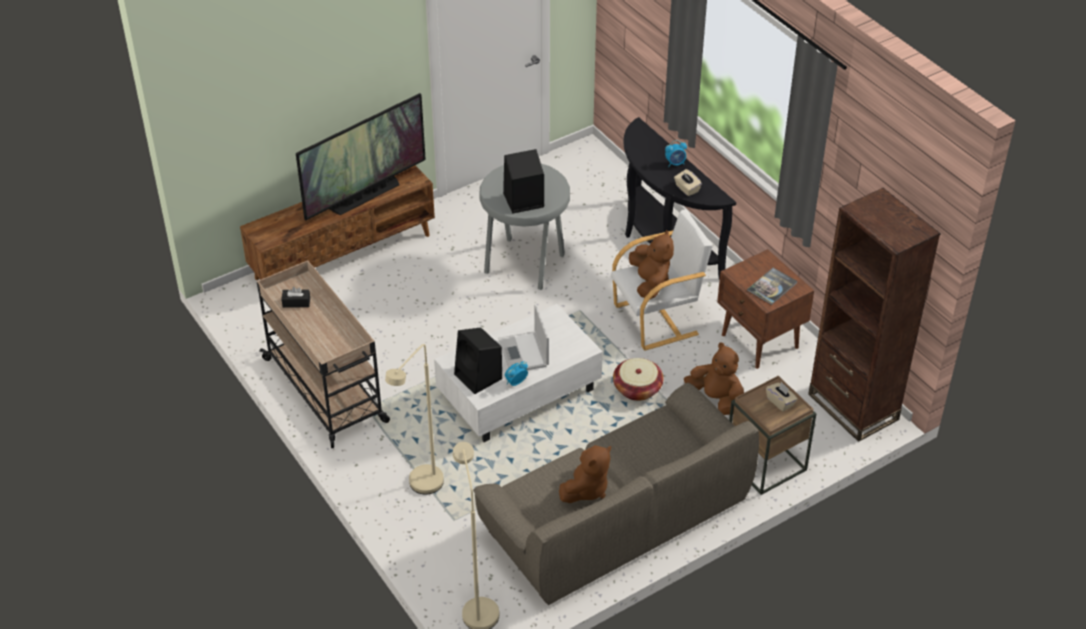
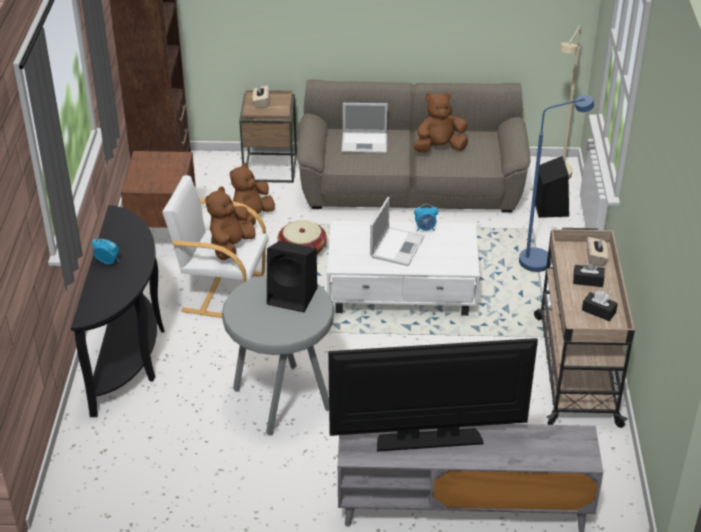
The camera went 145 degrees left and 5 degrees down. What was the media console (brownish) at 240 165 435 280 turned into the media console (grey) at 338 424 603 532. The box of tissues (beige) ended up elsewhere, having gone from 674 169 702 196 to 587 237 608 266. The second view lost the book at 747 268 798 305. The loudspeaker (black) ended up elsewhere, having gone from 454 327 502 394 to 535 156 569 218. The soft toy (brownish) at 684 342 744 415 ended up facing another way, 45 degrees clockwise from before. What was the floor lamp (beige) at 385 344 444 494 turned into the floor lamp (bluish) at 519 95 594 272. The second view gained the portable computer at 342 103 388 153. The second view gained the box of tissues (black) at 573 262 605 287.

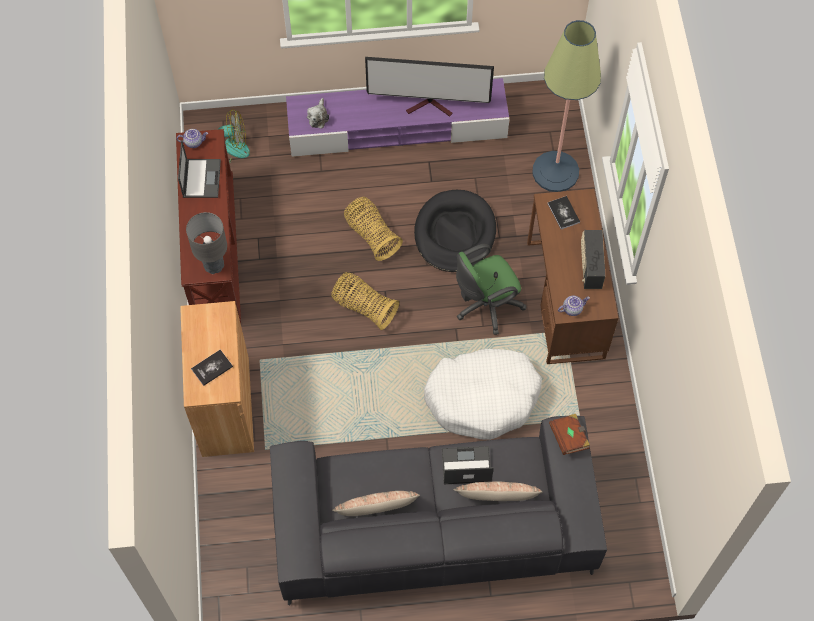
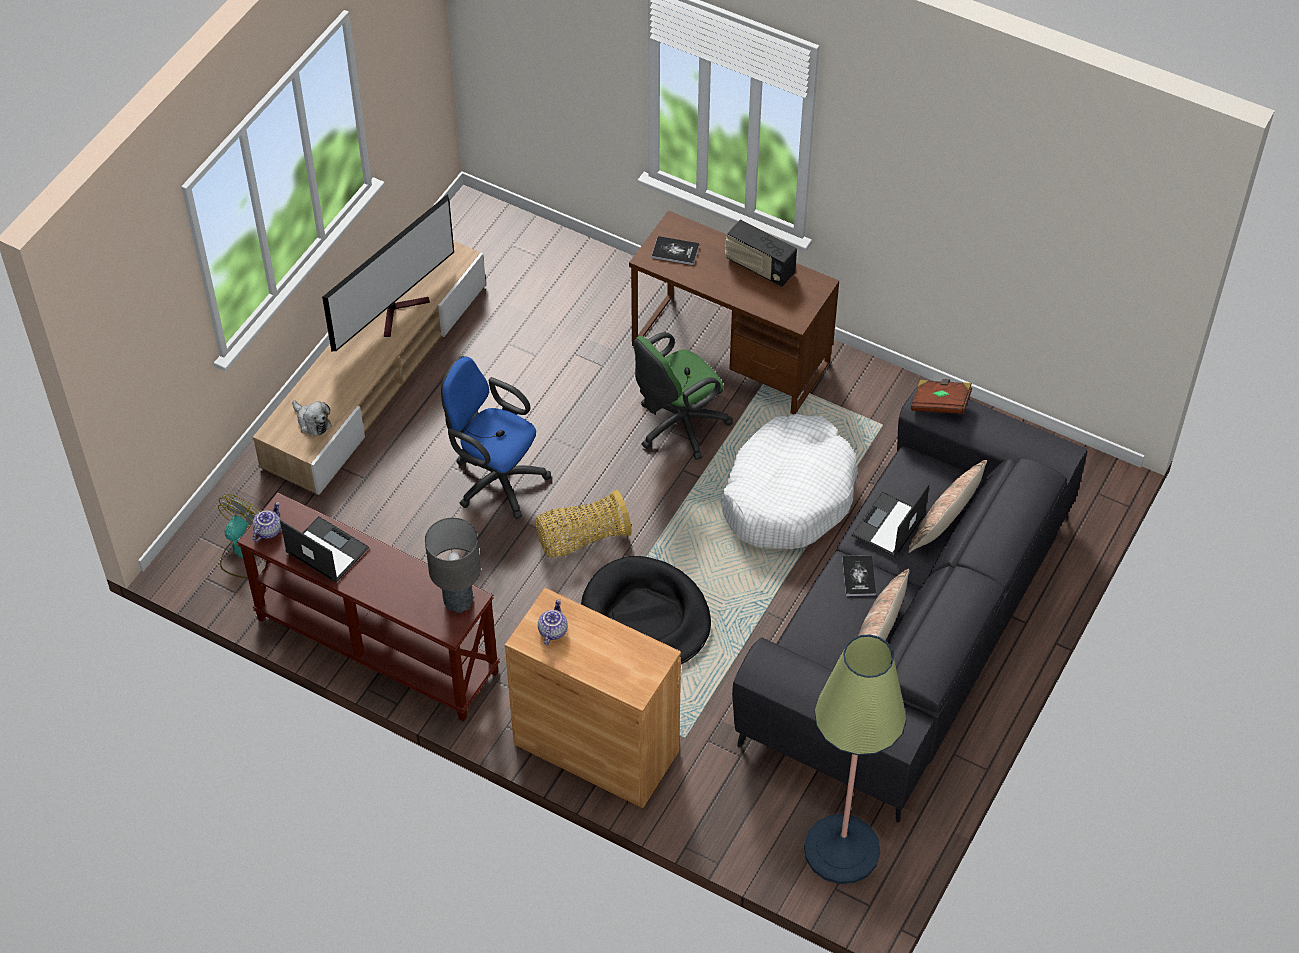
The camera went 55 degrees left and 10 degrees down. The floor lamp ended up elsewhere, having gone from 532 20 601 192 to 804 634 906 884. What was the media console (purple-coloured) at 286 78 509 157 turned into the media console (beige) at 253 241 486 495. The pet bed (black) ended up elsewhere, having gone from 414 190 496 272 to 581 556 711 664. Where the household basket stood at 344 197 403 261, the computer chair (bluish) came to stand at 441 356 551 519. The computer chair (green) at 456 244 527 335 ended up facing another way, 45 degrees clockwise from before. The teapot ended up elsewhere, having gone from 558 296 590 316 to 538 599 568 645. The book ended up elsewhere, having gone from 191 350 233 386 to 842 555 876 596.

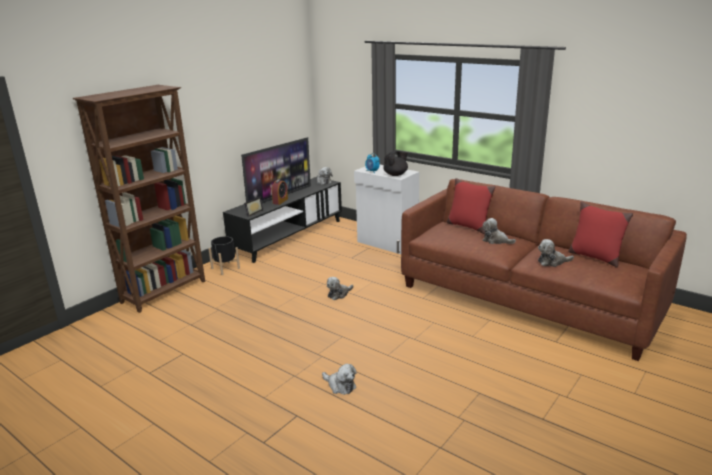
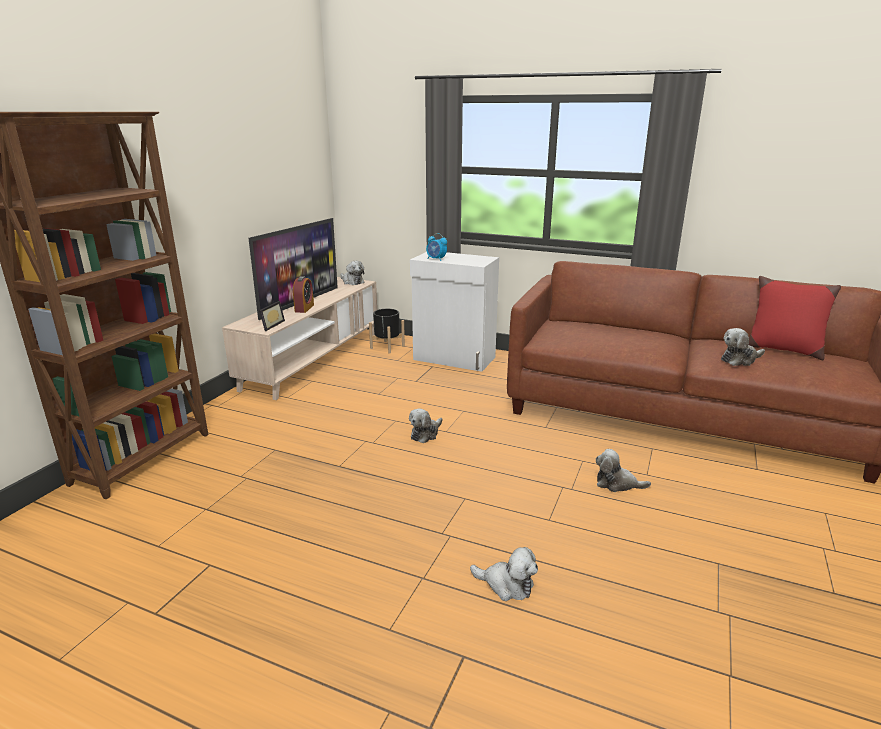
The camera went 15 degrees left and 0 degrees up. The second view lost the teapot (black) at 383 151 408 176. What was the media console (black) at 223 177 342 263 turned into the media console (beige) at 222 277 377 400. The second view lost the cushion (reddish) at 447 178 495 234. The soft toy ended up elsewhere, having gone from 483 218 516 244 to 596 449 651 492. The plant pot (black) ended up elsewhere, having gone from 208 236 240 275 to 369 309 405 354.

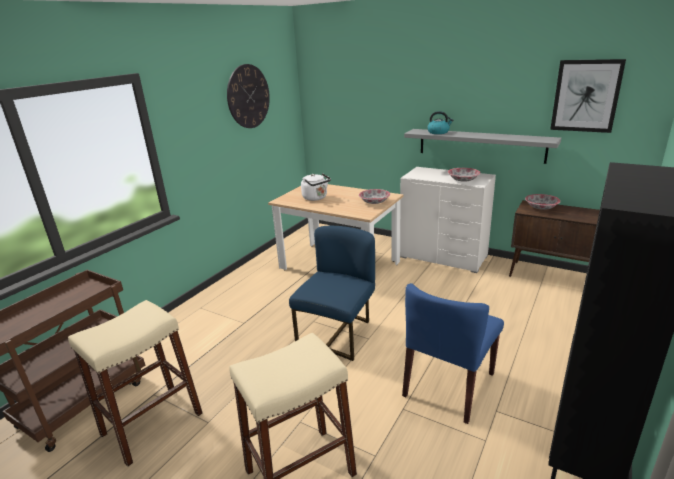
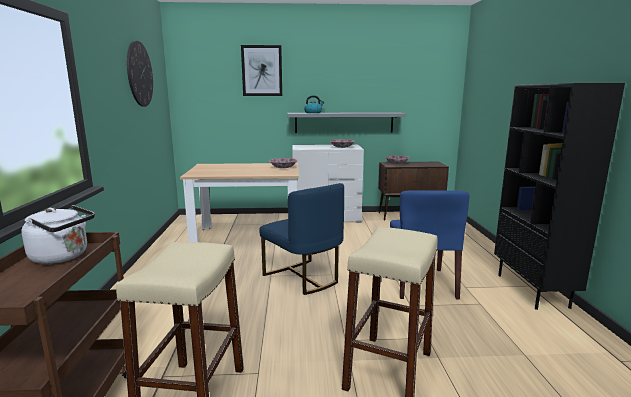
The camera went 35 degrees left and 10 degrees down. The picture ended up elsewhere, having gone from 550 59 626 133 to 241 45 282 96. The tea kettle (white-coloured) ended up elsewhere, having gone from 301 173 331 201 to 21 205 95 264. The upright chair (bluish) at 289 226 375 361 ended up facing another way, 150 degrees clockwise from before.

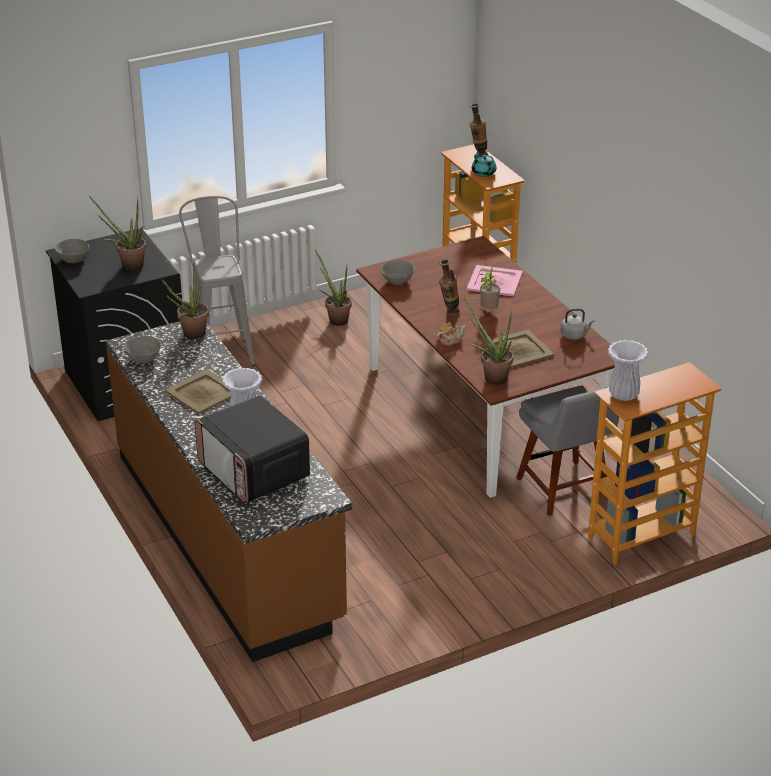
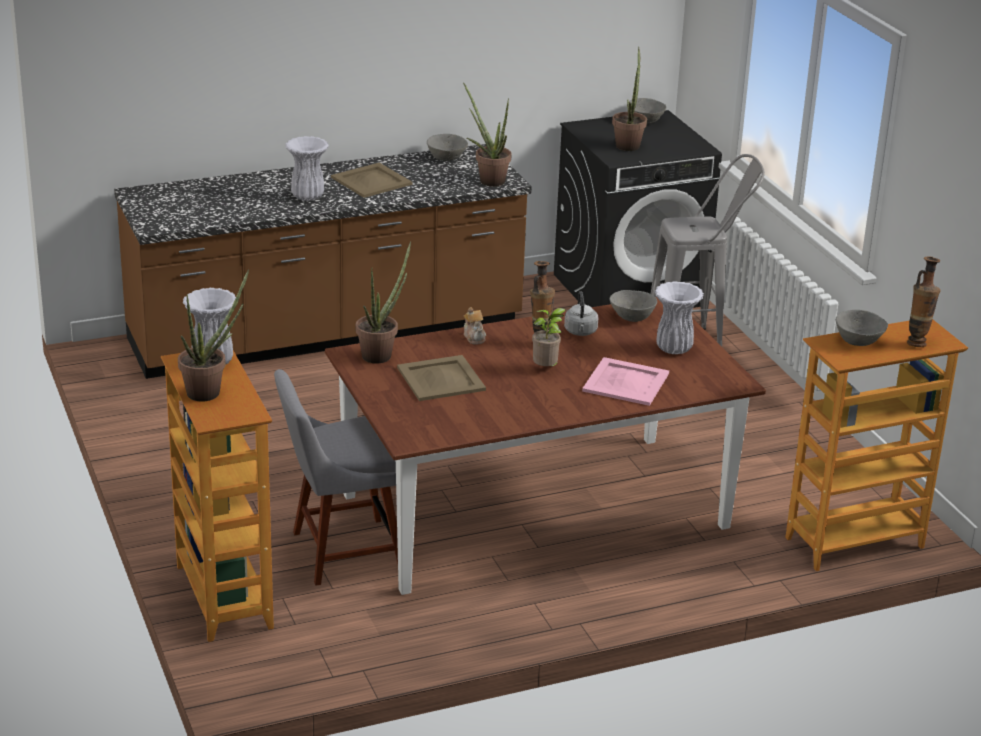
The camera went 95 degrees right and 5 degrees down. Where the teapot (turquoise) stood at 472 154 497 177, the deep dish (grey) came to stand at 836 310 888 346. The potted plant ended up elsewhere, having gone from 315 250 352 326 to 178 270 249 402. The tea kettle (grey) ended up elsewhere, having gone from 560 308 595 340 to 564 291 599 336. The second view lost the microwave oven at 195 395 310 503. The second view gained the flower vase (white-coloured) at 655 281 704 354.

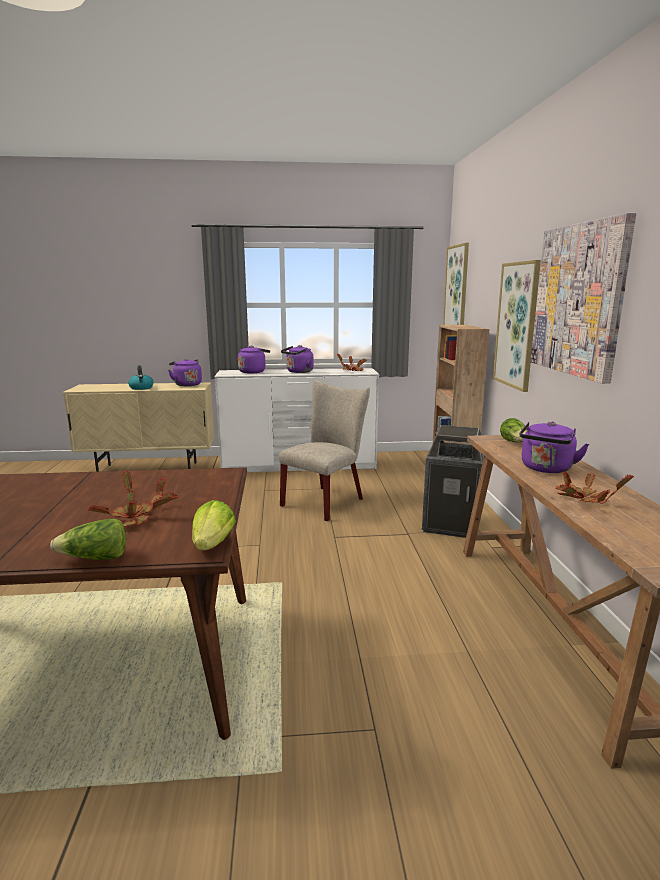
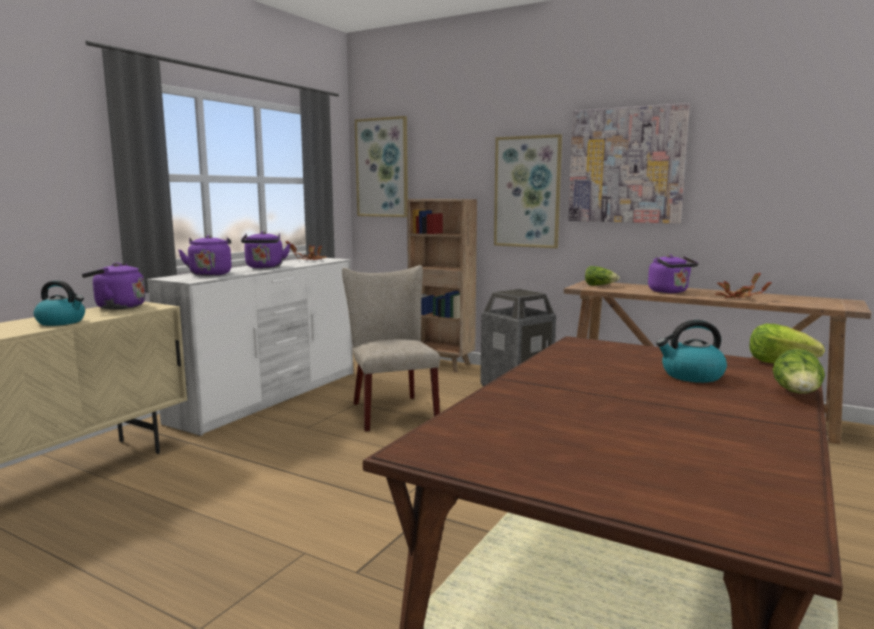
The camera went 55 degrees left and 5 degrees down. Where the potted plant stood at 88 470 178 527, the tea kettle came to stand at 656 320 727 383.

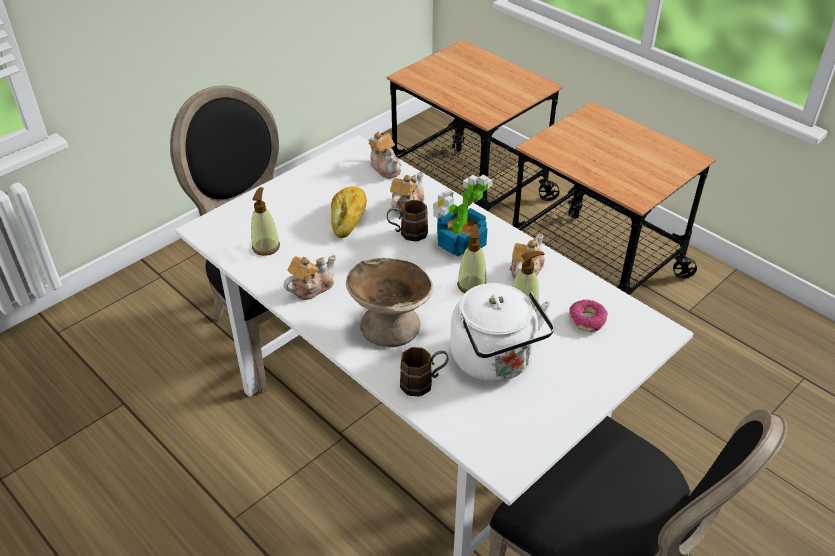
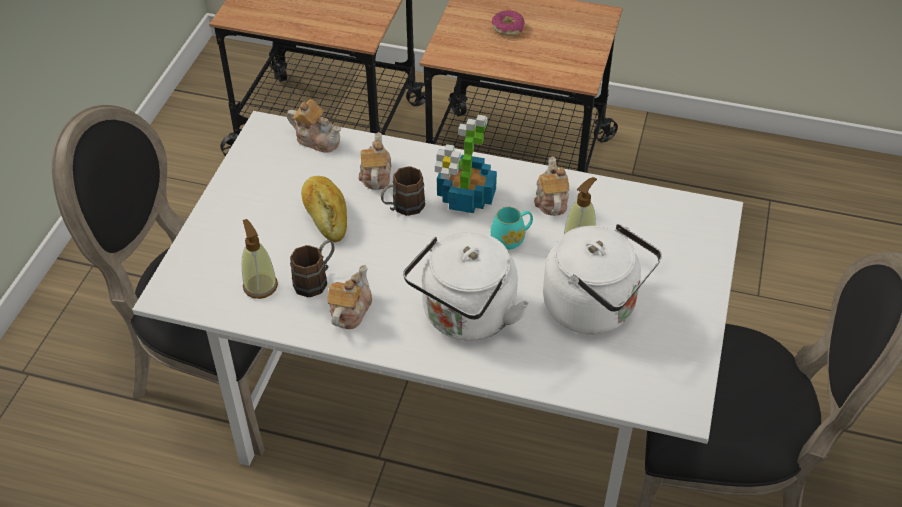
The camera went 30 degrees left and 5 degrees up. Where the liquid soap bottle stood at 457 224 486 293, the coffee mug (turquoise) came to stand at 491 207 533 250. Where the deep dish (beige) stood at 346 258 433 347, the tea kettle (white-coloured) came to stand at 403 231 529 341. The doughnut ended up elsewhere, having gone from 569 300 608 332 to 492 10 525 35. The coffee mug (brownish) ended up elsewhere, having gone from 400 347 448 397 to 290 240 334 298.

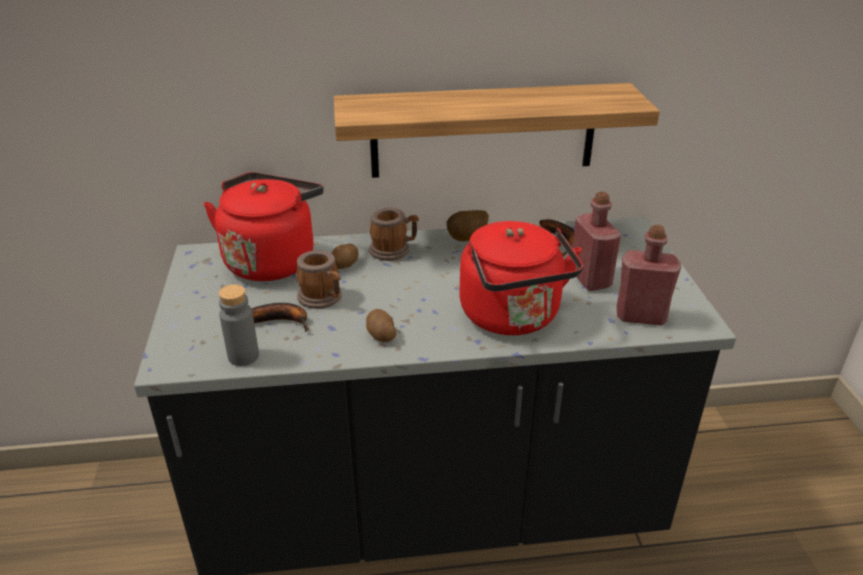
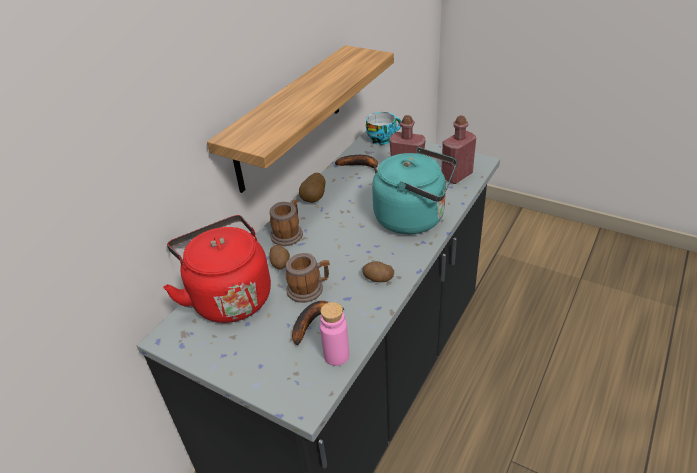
The camera went 50 degrees left and 5 degrees up. What was the tea kettle (reddish) at 459 221 583 335 turned into the tea kettle (turquoise) at 372 147 457 234. What was the bottle (grey) at 218 284 259 366 turned into the bottle (pink) at 320 302 349 366. The second view gained the small cup at 366 112 401 145.

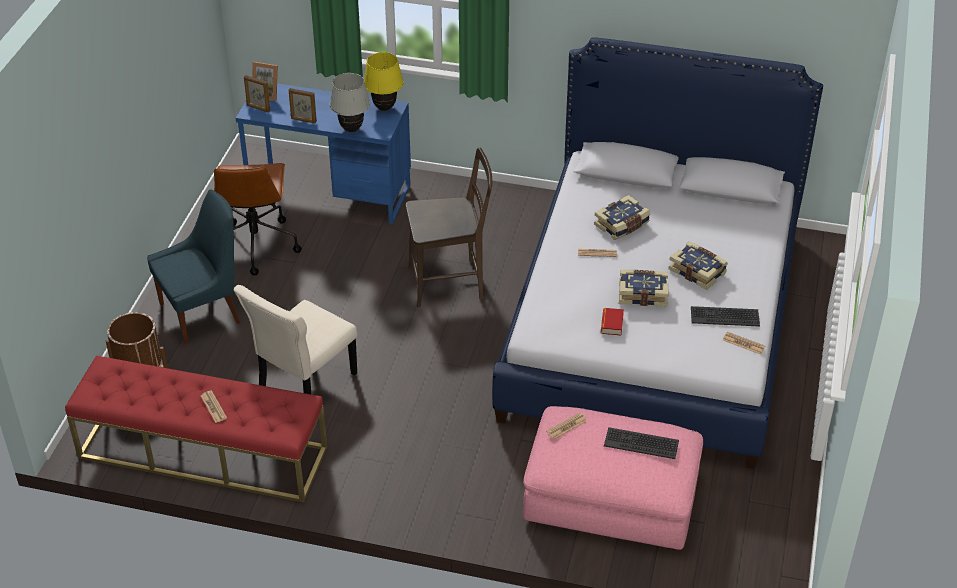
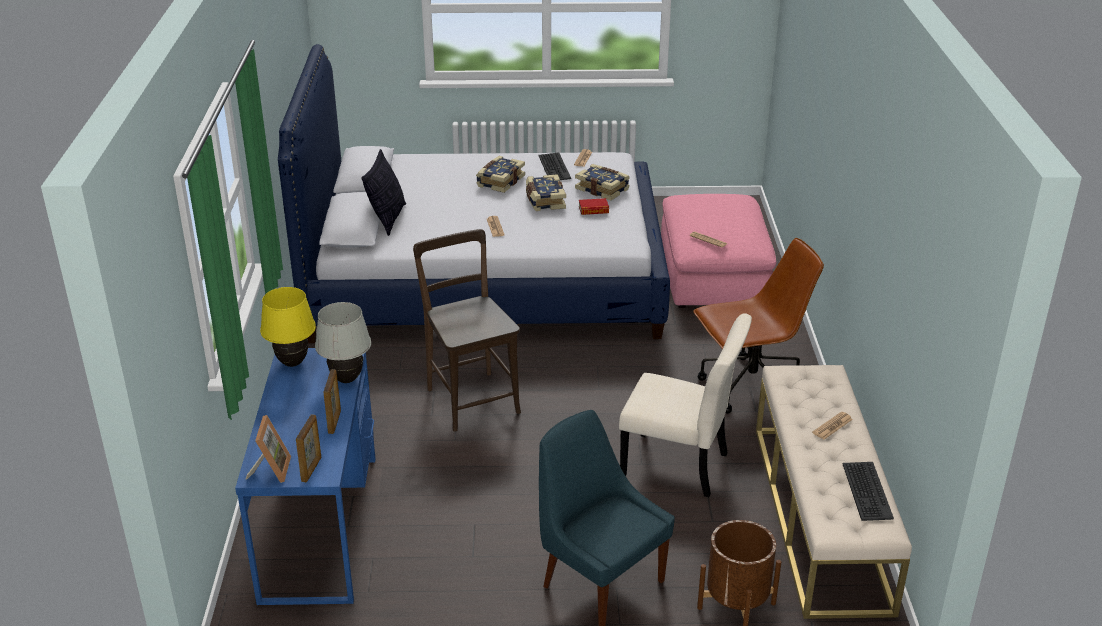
The camera went 105 degrees left and 10 degrees down. The computer chair (brownish) ended up elsewhere, having gone from 214 163 302 276 to 693 238 824 414. The book ended up elsewhere, having gone from 594 195 650 240 to 575 164 630 200. What was the long seat (reddish) at 65 355 327 503 turned into the long seat (beige) at 756 365 912 619. The computer keyboard ended up elsewhere, having gone from 604 427 679 459 to 843 462 894 521. The second view gained the cushion at 362 149 406 236.

